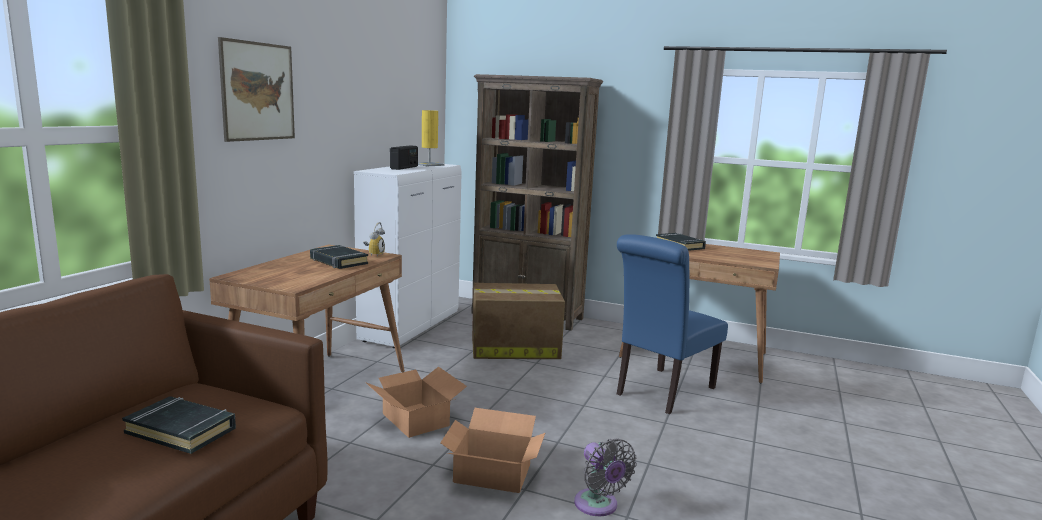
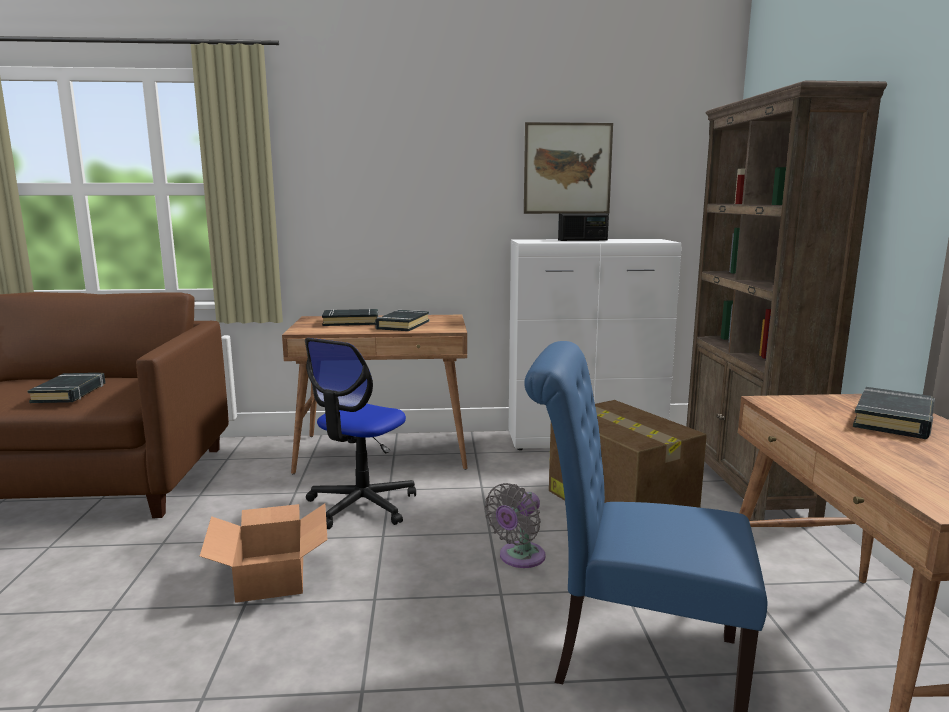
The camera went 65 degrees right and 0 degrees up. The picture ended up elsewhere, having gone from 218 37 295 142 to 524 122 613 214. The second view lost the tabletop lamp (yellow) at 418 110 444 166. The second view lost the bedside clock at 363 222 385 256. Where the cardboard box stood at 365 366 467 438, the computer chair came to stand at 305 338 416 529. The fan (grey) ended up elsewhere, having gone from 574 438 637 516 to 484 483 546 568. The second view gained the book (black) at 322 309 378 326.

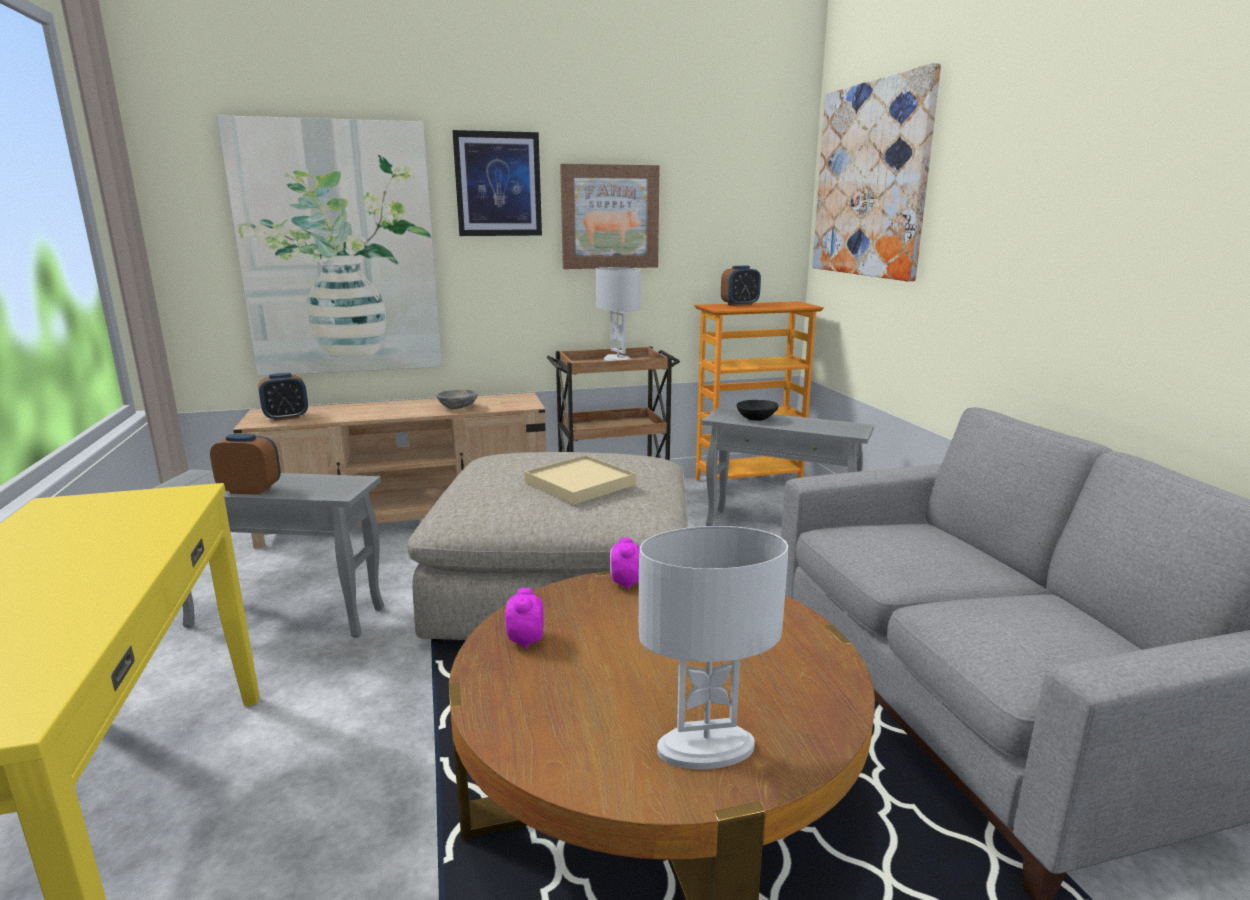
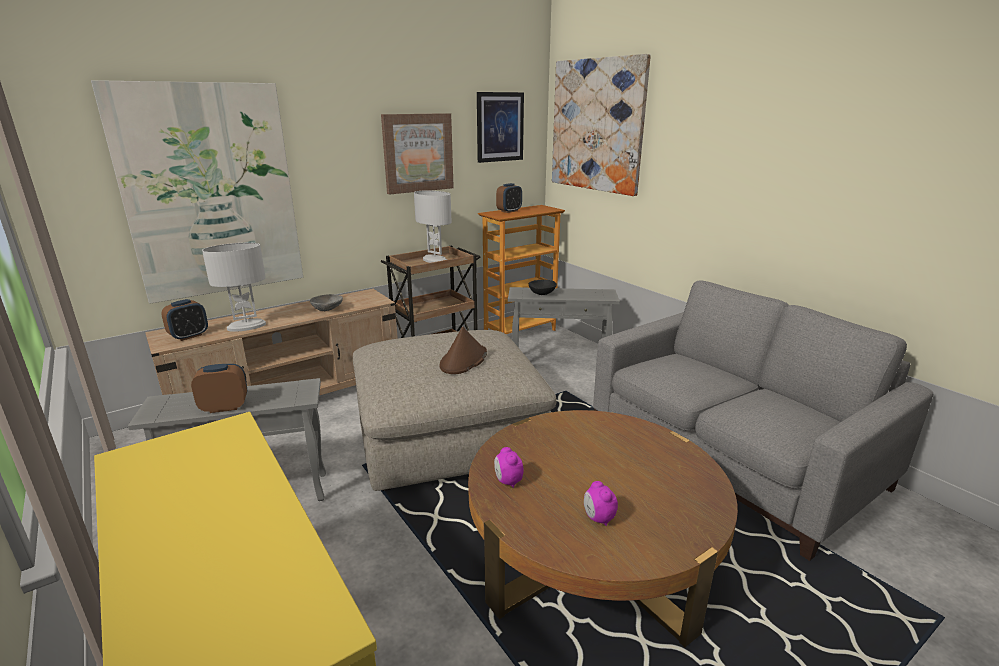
The camera went 20 degrees left and 5 degrees up. The picture ended up elsewhere, having gone from 452 130 542 236 to 477 92 524 163. Where the tray (beige) stood at 524 455 636 505, the wearable hat (brownish) came to stand at 440 326 487 374. The tabletop lamp (white-coloured) ended up elsewhere, having gone from 639 526 788 769 to 202 243 266 332. The bedside clock ended up elsewhere, having gone from 610 538 640 590 to 584 481 618 526.

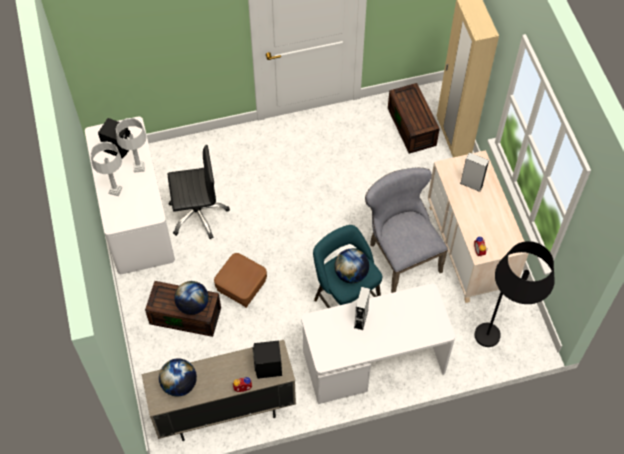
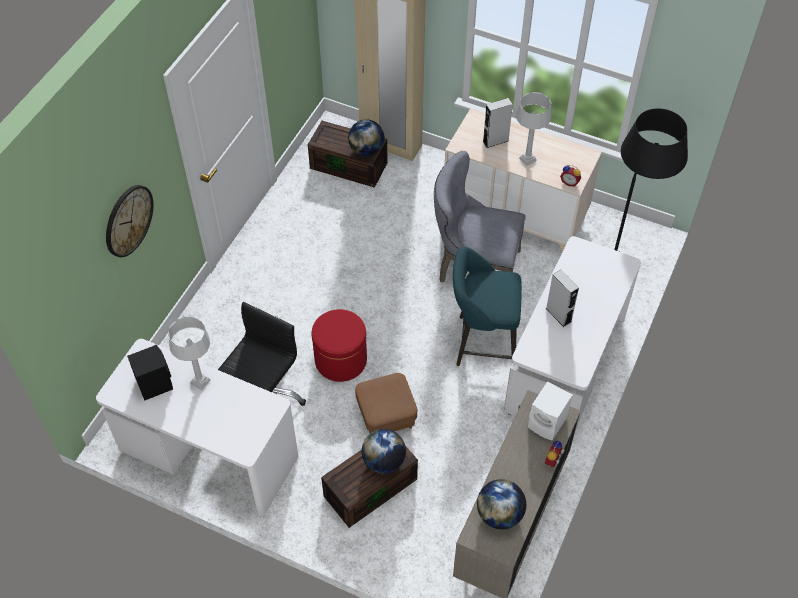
The camera went 50 degrees left and 5 degrees down. The tabletop lamp (grey) ended up elsewhere, having gone from 91 142 122 196 to 516 92 551 166. The world globe ended up elsewhere, having gone from 334 249 369 283 to 348 119 384 156. What was the loudspeaker (black) at 253 341 282 379 turned into the loudspeaker (white-coloured) at 528 381 573 441. The second view gained the hanging clock at 106 185 153 257. The second view gained the ottoman (reddish) at 312 309 367 382.

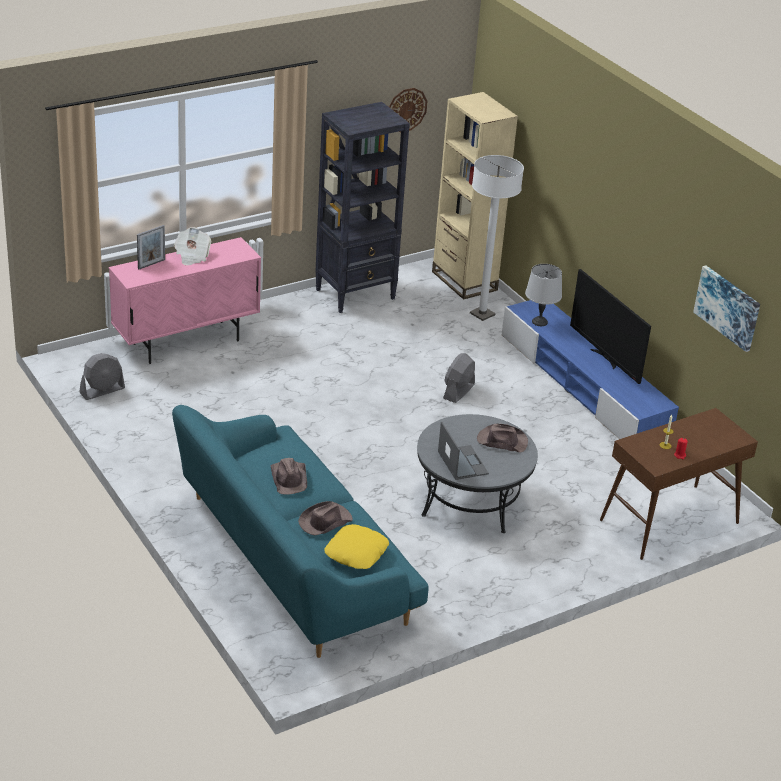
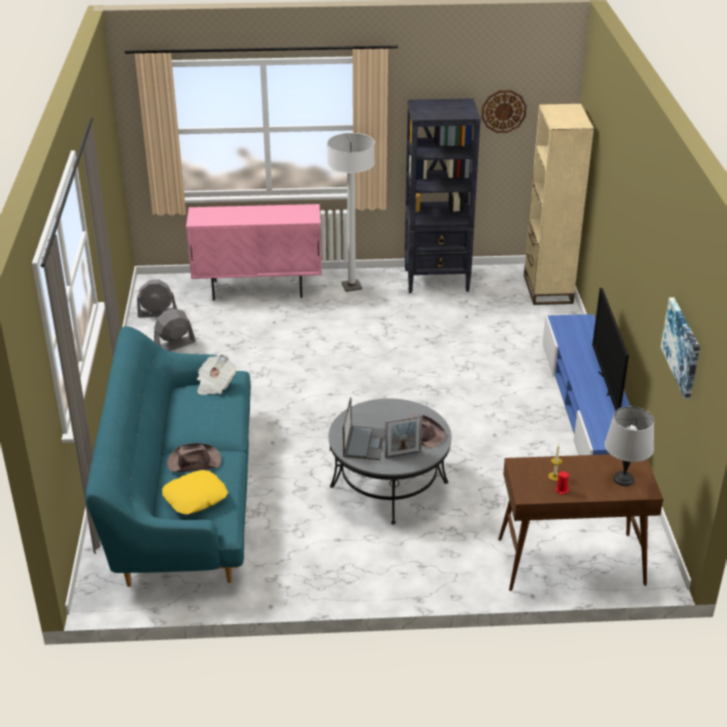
The camera went 30 degrees right and 0 degrees up. The floor lamp (white-coloured) ended up elsewhere, having gone from 470 155 524 321 to 327 133 375 292. The picture frame ended up elsewhere, having gone from 137 225 165 269 to 385 415 422 458. The daily paper ended up elsewhere, having gone from 174 227 212 265 to 197 354 236 395. The tabletop lamp (grey) ended up elsewhere, having gone from 525 264 562 326 to 605 406 654 486. The fan (grey) ended up elsewhere, having gone from 443 353 475 403 to 154 309 196 351. The second view lost the wearable hat (brownish) at 270 458 307 495.

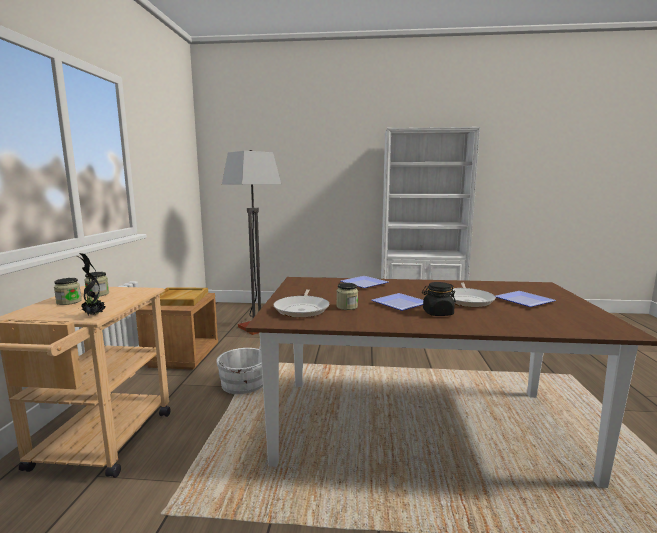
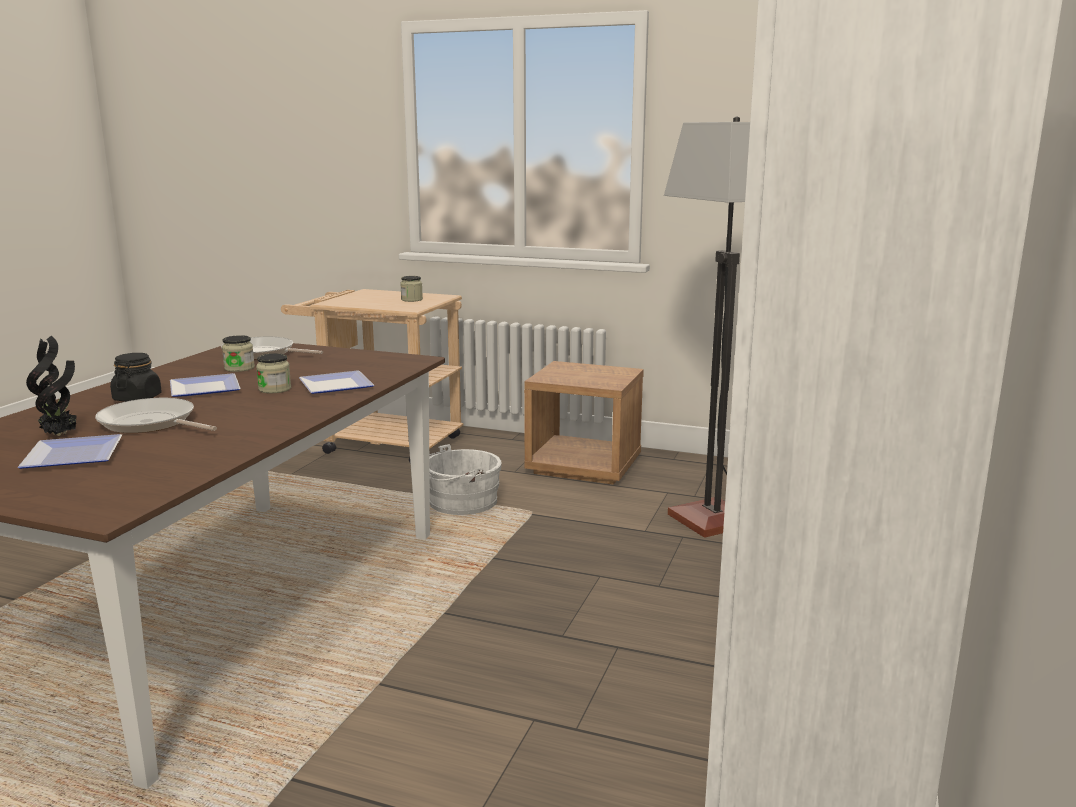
The camera went 105 degrees right and 5 degrees up. The potted plant ended up elsewhere, having gone from 77 253 105 315 to 26 336 77 436. The preserve jar ended up elsewhere, having gone from 54 278 82 305 to 256 353 291 393. The second view lost the tray (beige) at 148 287 208 306.

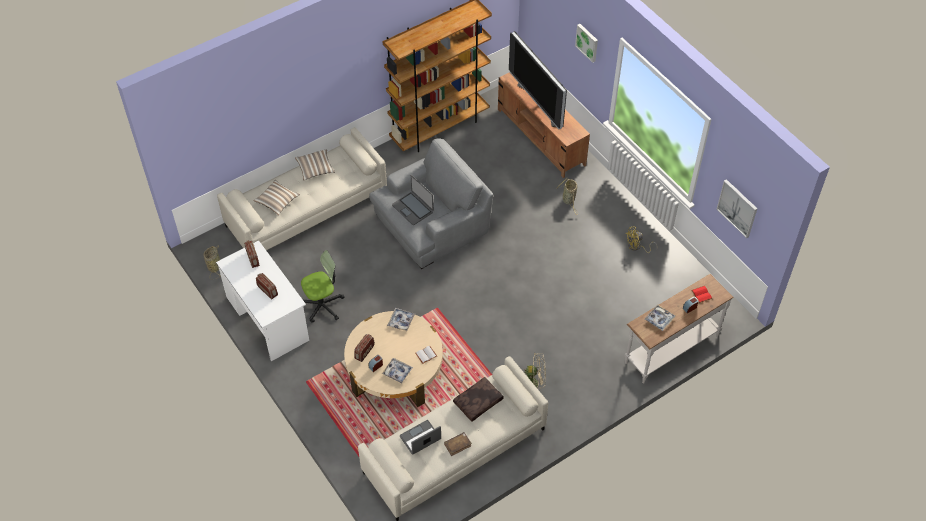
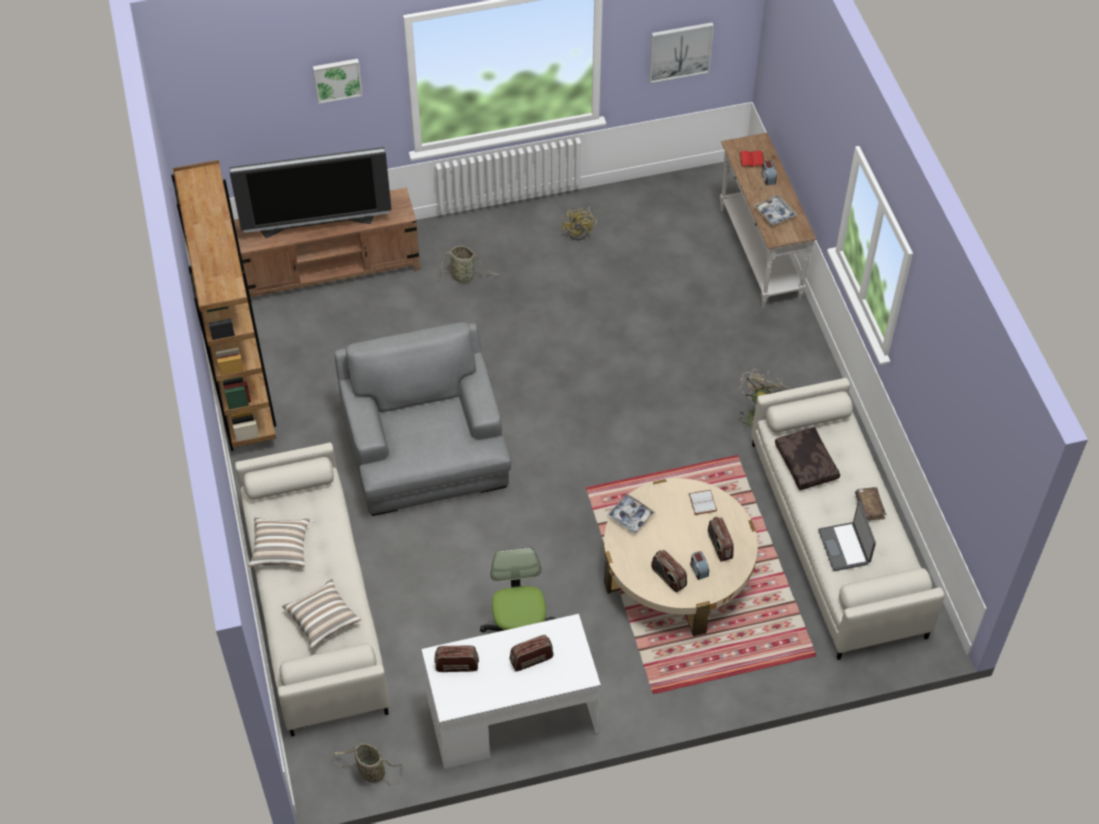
The camera went 70 degrees left and 0 degrees up. The second view lost the portable computer at 392 175 434 225. Where the tray stood at 382 358 413 384, the radio receiver came to stand at 708 517 734 562.

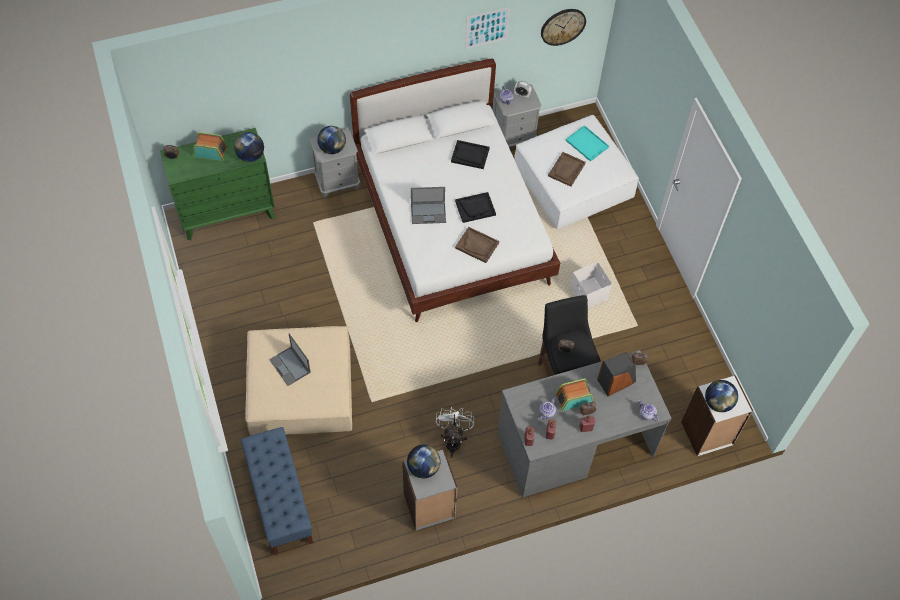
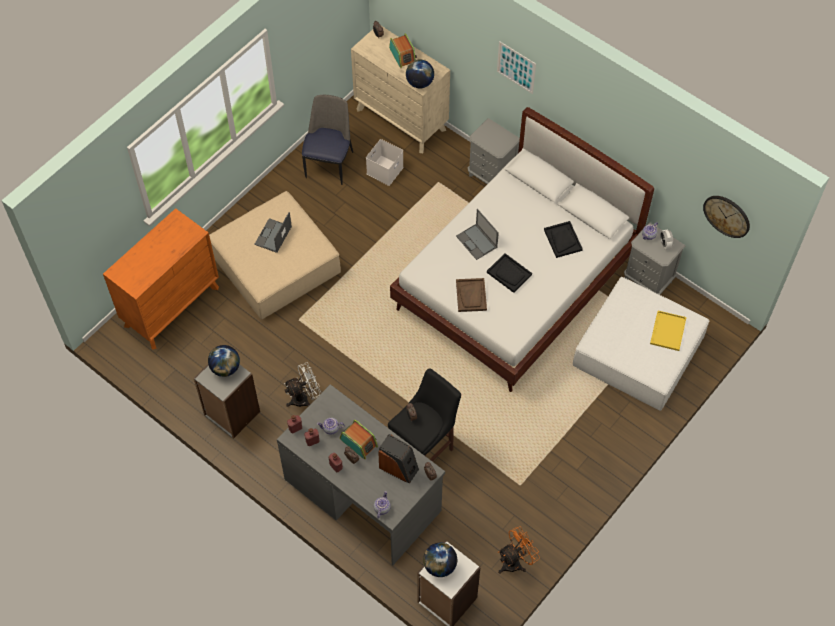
The camera went 60 degrees right and 0 degrees up. The picture ended up elsewhere, having gone from 465 7 510 49 to 497 41 536 94. What was the tray (turquoise) at 566 125 609 162 turned into the tray (yellow) at 650 311 687 351. The second view lost the world globe at 317 126 346 154. What was the chest of drawers (green) at 160 128 275 240 turned into the chest of drawers (beige) at 351 26 450 153. The second view lost the tray (brownish) at 548 152 586 187. The storage bin (white-coloured) ended up elsewhere, having gone from 570 262 612 307 to 366 139 404 186. Where the long seat (bluish) stood at 241 427 313 555, the chest of drawers (orange-coloured) came to stand at 103 208 219 350. The second view gained the upright chair at 302 95 353 185. The second view gained the fan (orange-coloured) at 498 526 540 574.

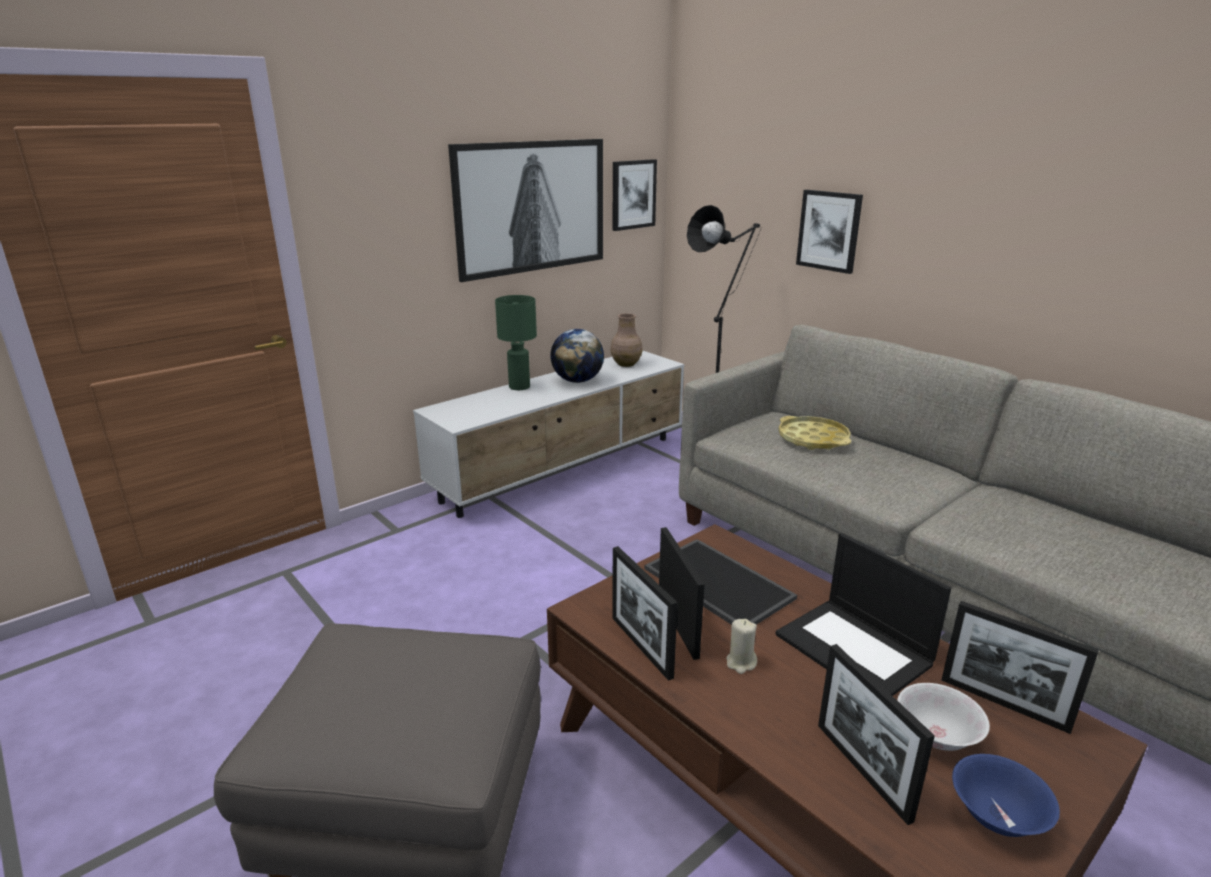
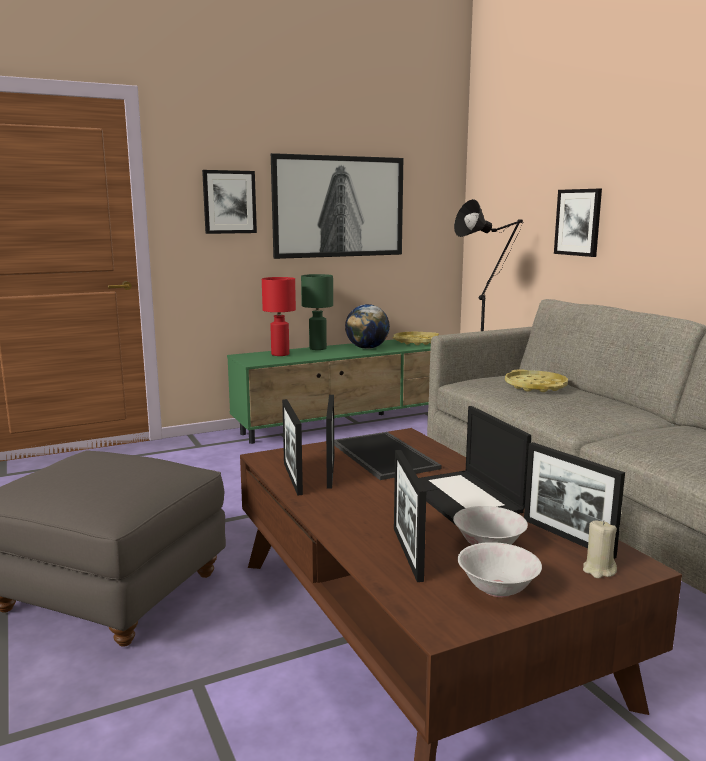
The camera went 15 degrees right and 10 degrees down. The picture ended up elsewhere, having gone from 613 159 657 231 to 202 170 257 234. Where the flower vase (brownish) stood at 610 313 642 367, the tray (yellow) came to stand at 392 332 439 345. What was the media console (white-coloured) at 413 350 684 518 turned into the media console (green) at 227 340 431 444. The wax candle (beige) ended up elsewhere, having gone from 727 619 757 674 to 583 520 617 578. What was the deep dish (bluish) at 952 754 1060 837 turned into the deep dish (white-coloured) at 458 542 542 597. The second view gained the tabletop lamp (reddish) at 262 277 296 356.

